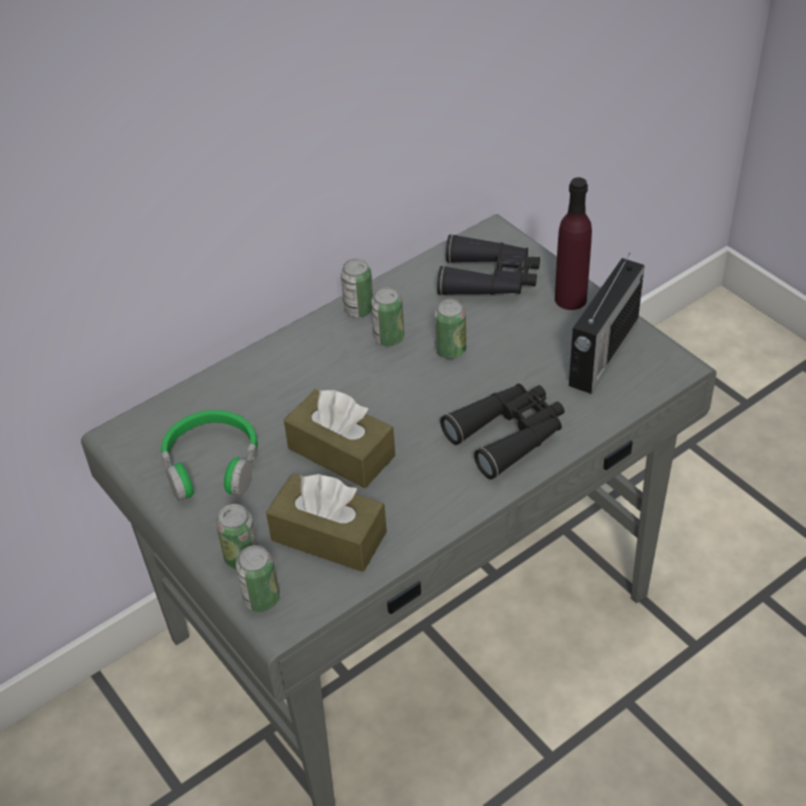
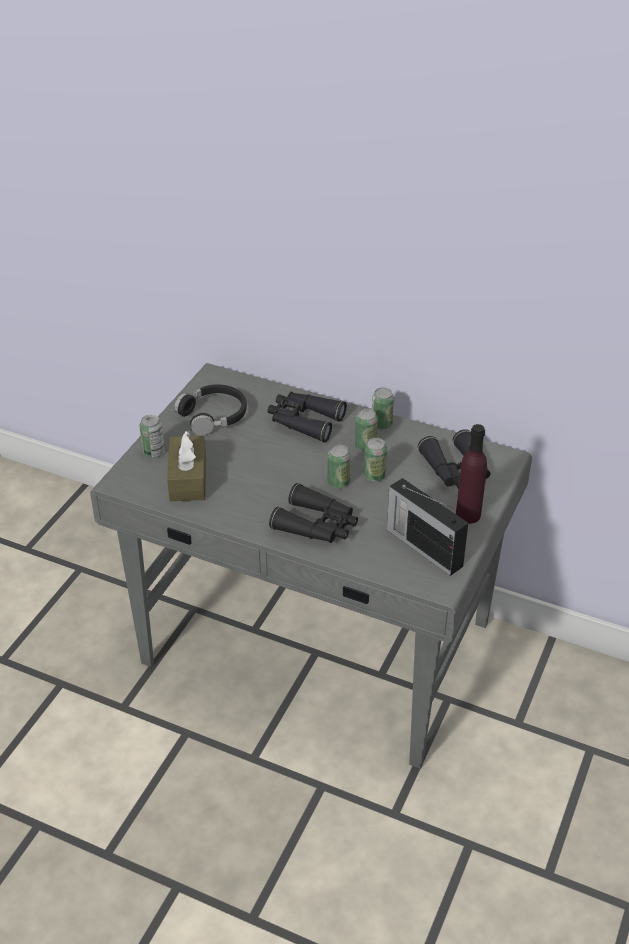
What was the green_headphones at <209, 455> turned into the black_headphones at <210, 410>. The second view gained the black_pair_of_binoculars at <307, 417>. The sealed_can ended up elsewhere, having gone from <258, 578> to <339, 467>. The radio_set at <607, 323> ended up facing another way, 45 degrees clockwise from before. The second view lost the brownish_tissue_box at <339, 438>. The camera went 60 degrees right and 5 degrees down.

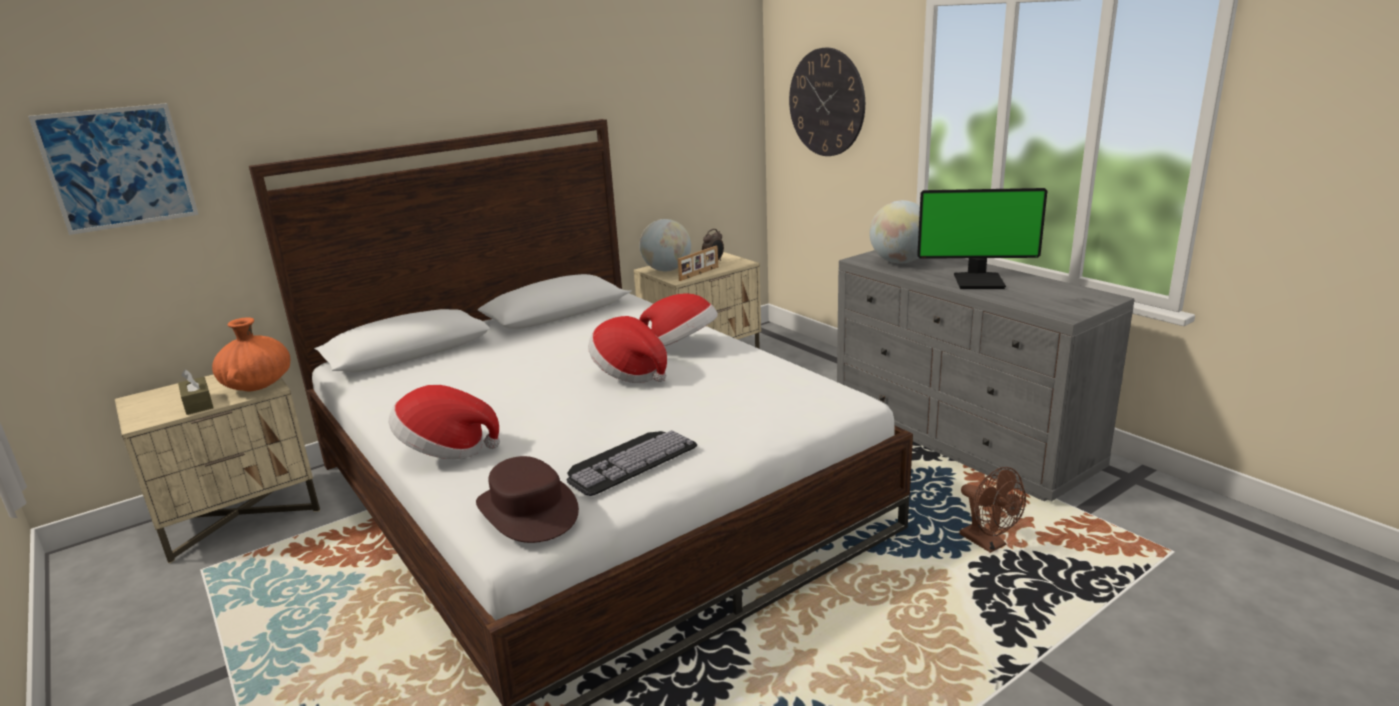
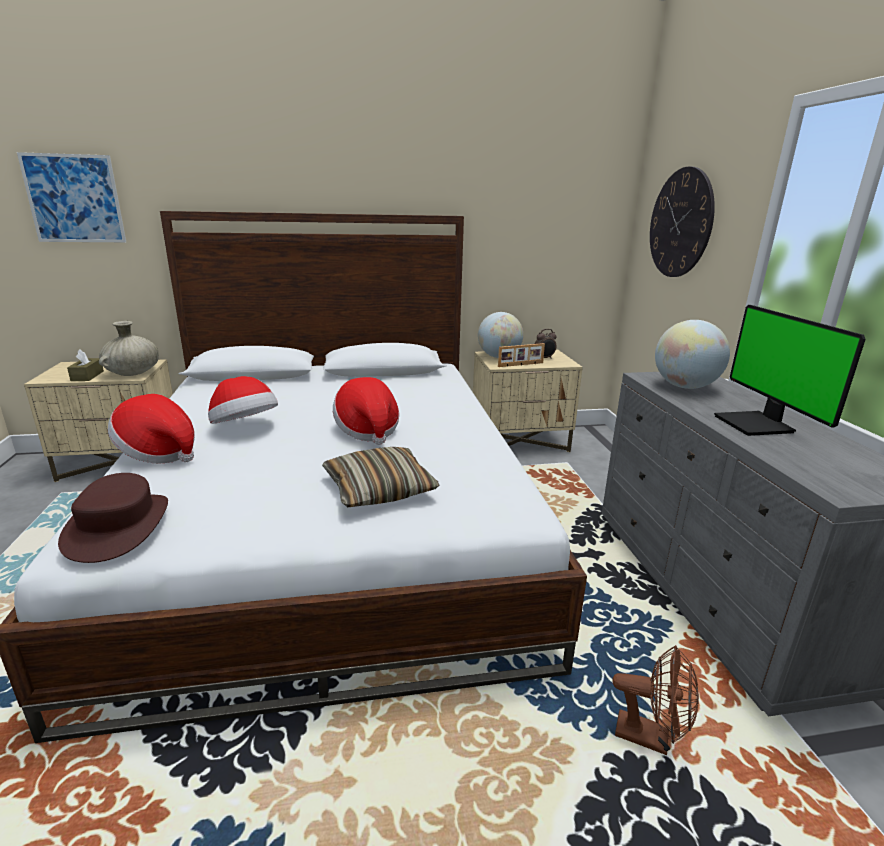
What was the orange_flower_vase at <251, 354> turned into the beige_flower_vase at <129, 348>. The clothing_hat ended up elsewhere, having gone from <678, 319> to <243, 400>. The second view gained the cushion at <380, 477>. The brownish_cooling_fan at <992, 510> ended up facing another way, 60 degrees counterclockwise from before. The computer_screen at <982, 238> ended up facing another way, 45 degrees clockwise from before. The second view lost the keyboard at <632, 463>. The camera went 25 degrees right and 0 degrees up.

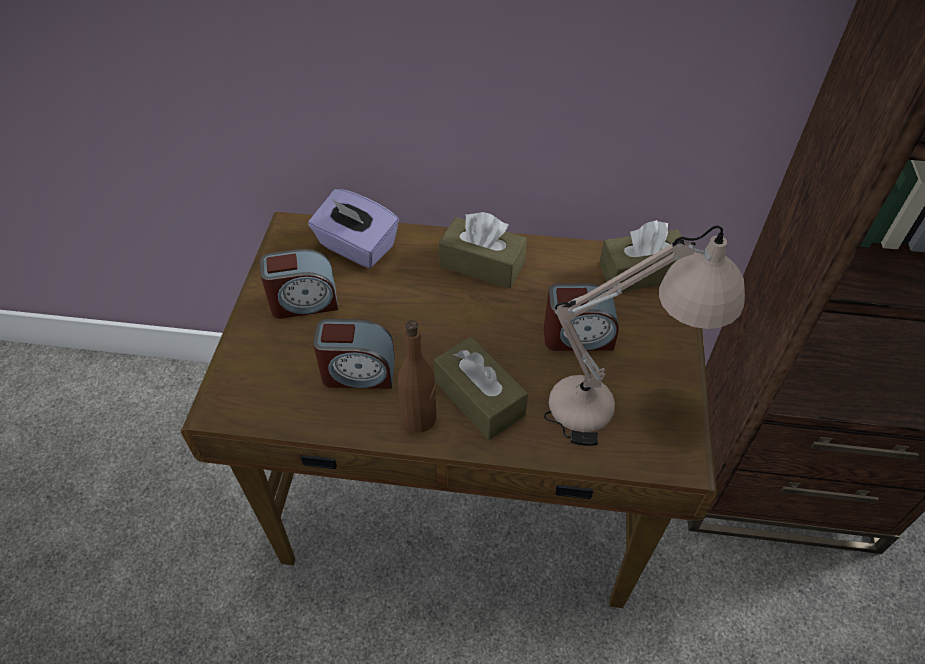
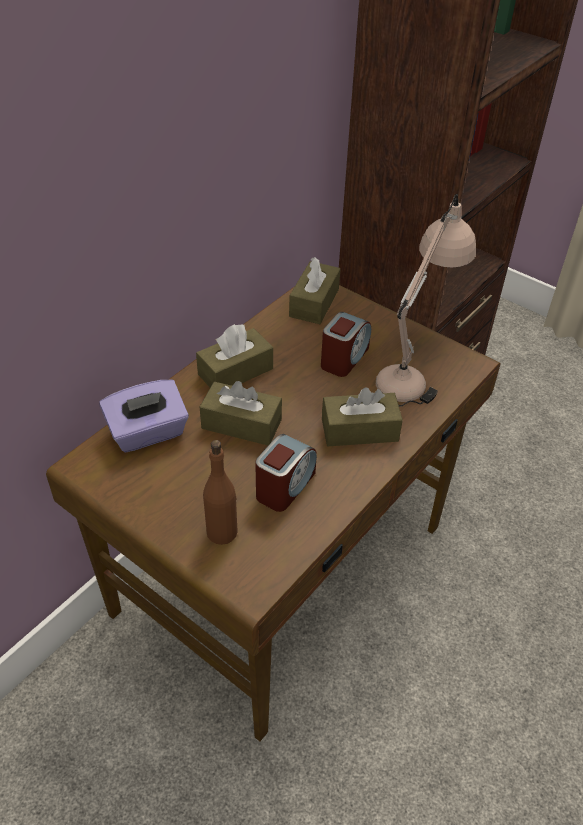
The second view gained the brownish_tissue_box at <241, 413>. The brownish_bottle ended up elsewhere, having gone from <417, 376> to <220, 492>. The second view lost the alarm_clock at <299, 284>. The camera went 60 degrees left and 5 degrees down.

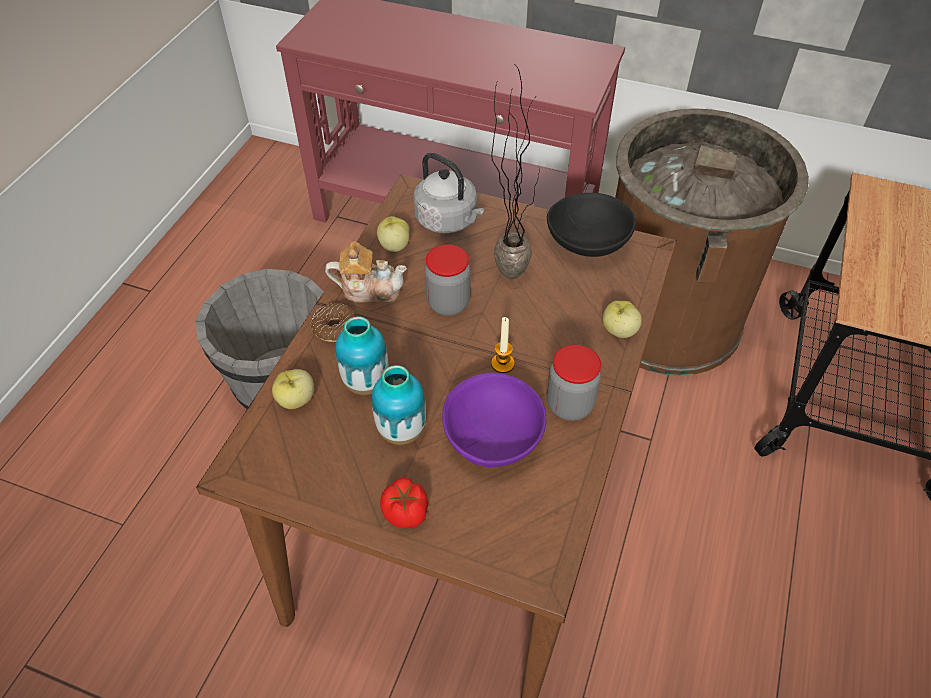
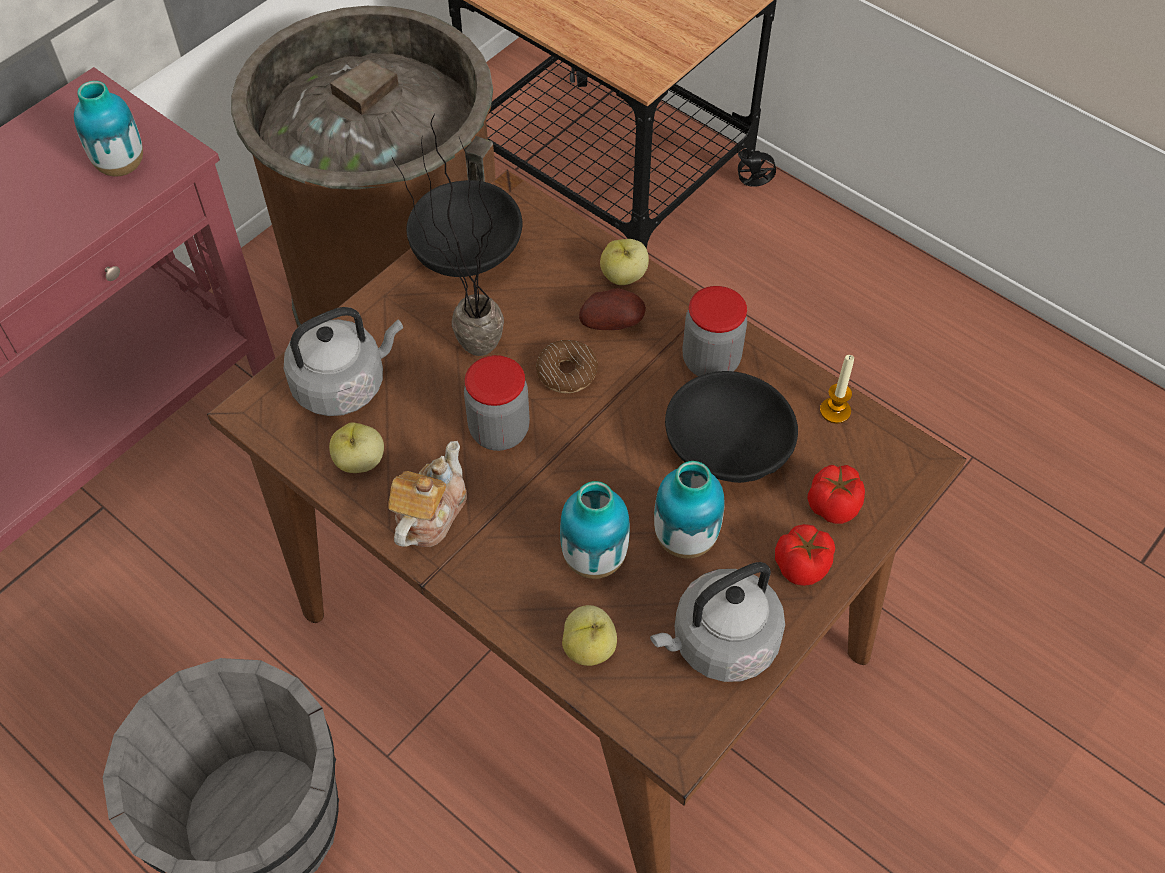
The second view gained the flower_vase at <108, 129>. The donut ended up elsewhere, having gone from <334, 322> to <567, 366>. The second view gained the spud at <612, 309>. The second view gained the gray_kettle at <717, 622>. What was the purple_bowl at <494, 419> turned into the black_bowl at <731, 427>. The second view gained the whole_tomato at <836, 494>. The wax_light ended up elsewhere, having gone from <503, 345> to <837, 389>. The camera went 70 degrees left and 5 degrees up.

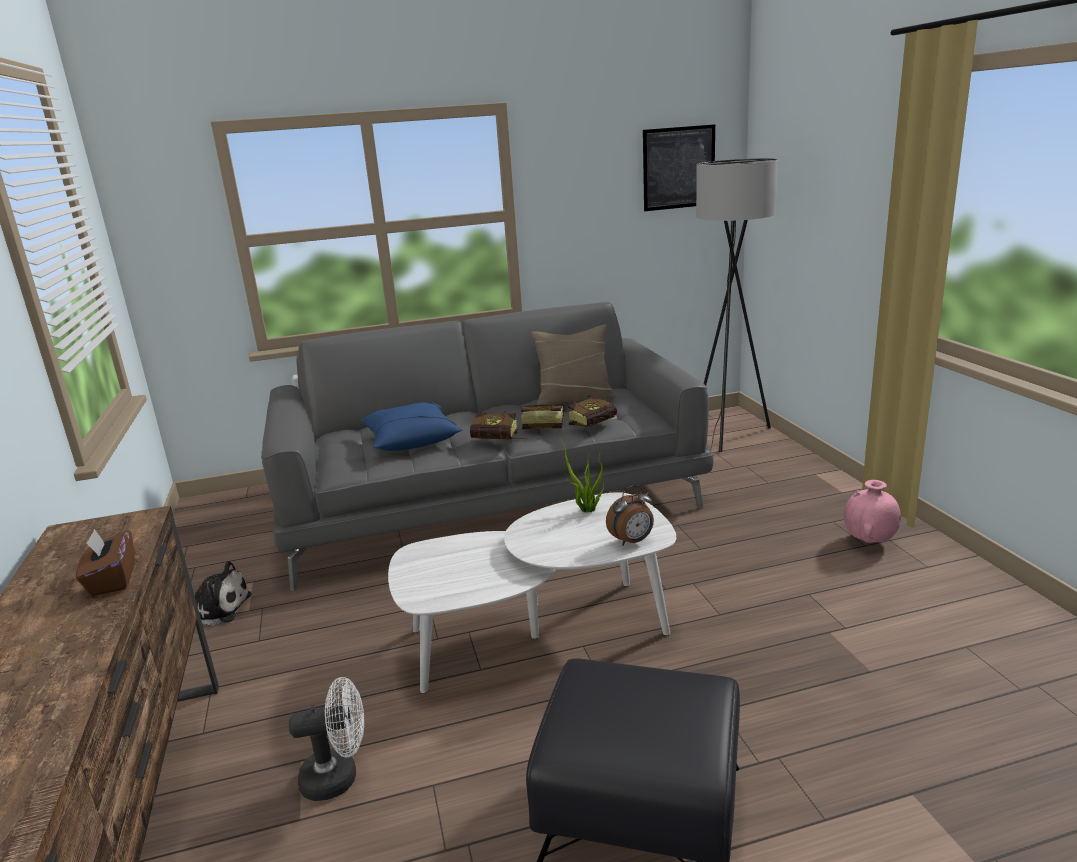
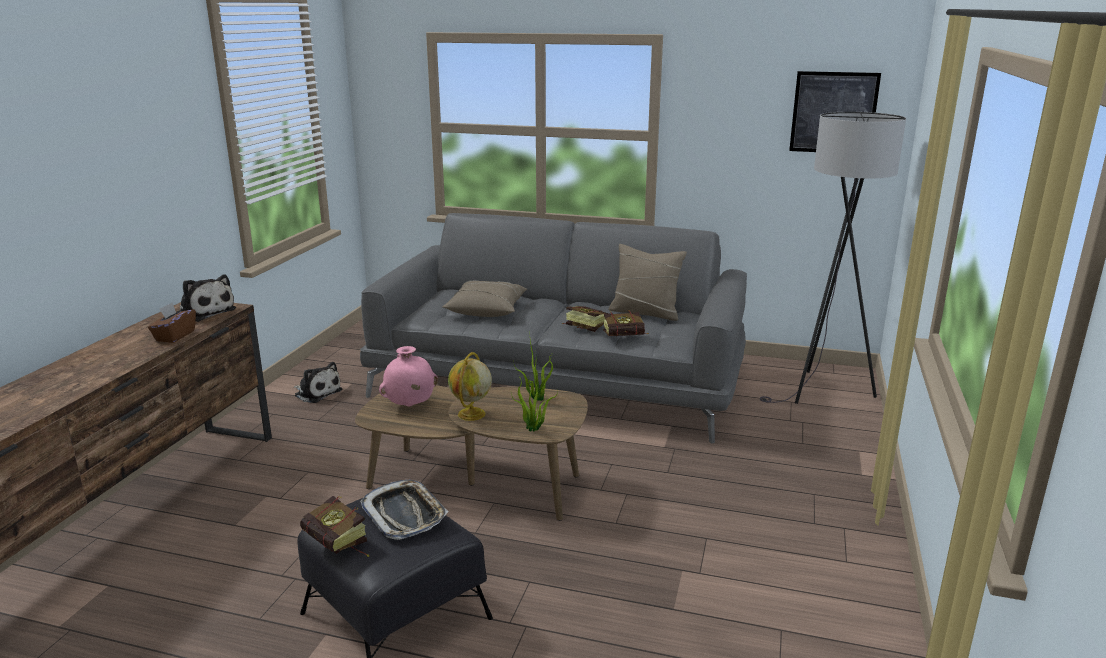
The second view gained the plush_toy at <206, 298>. The volume ended up elsewhere, having gone from <498, 424> to <334, 526>. What was the white_low_table at <532, 593> turned into the brownish_low_table at <471, 453>. The second view gained the tray at <404, 510>. The pinkish_flower_vase ended up elsewhere, having gone from <872, 511> to <408, 376>. What was the bluish_cushion at <411, 426> turned into the beige_cushion at <484, 298>. The second view gained the desk_globe at <470, 386>. Where the alarm_clock stood at <630, 515>, the plant_in_a_pot came to stand at <534, 402>. The second view lost the white_cooling_fan at <326, 739>. The camera went 30 degrees right and 0 degrees up.

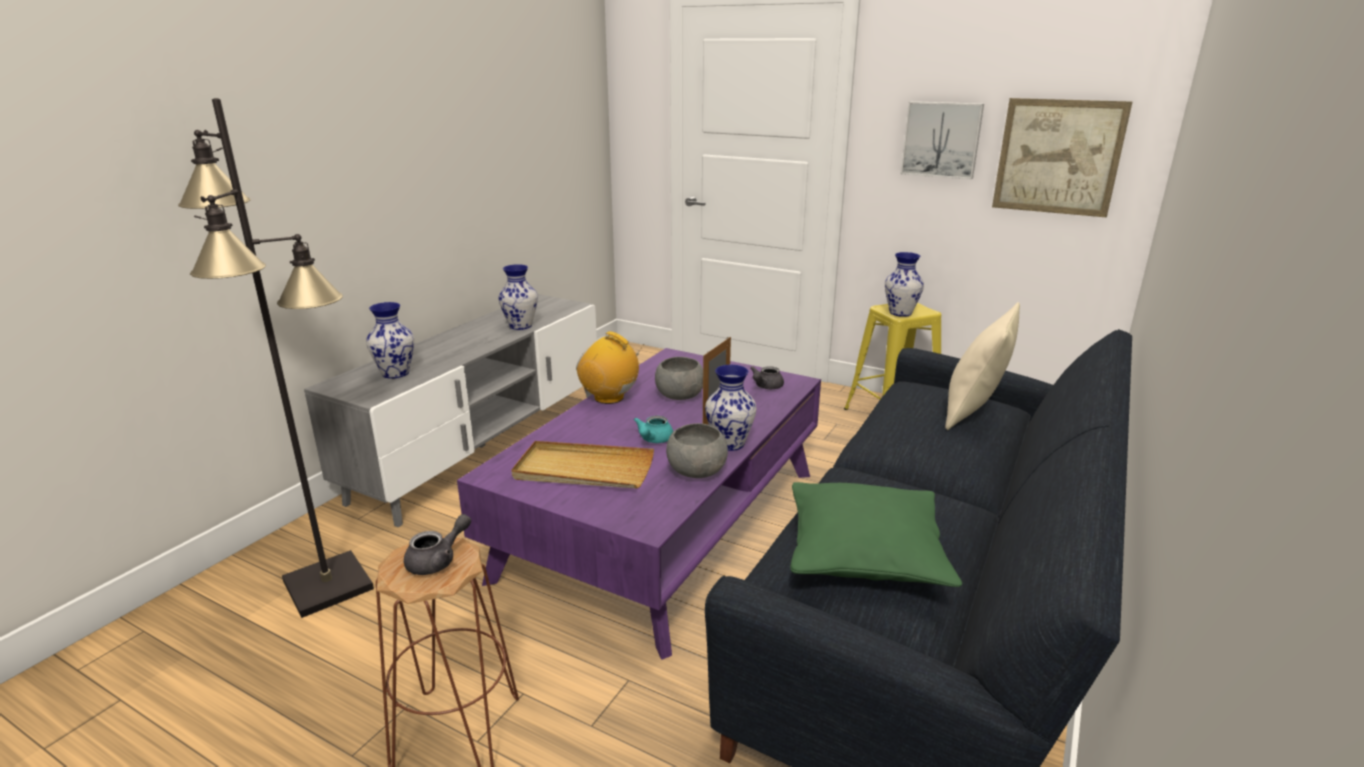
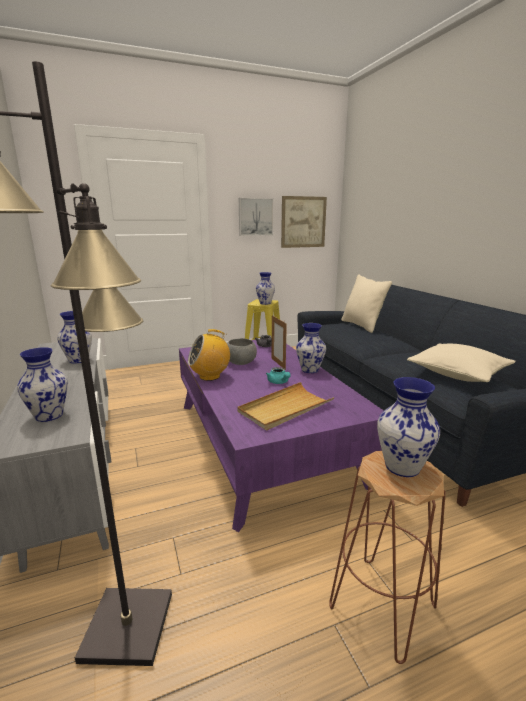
Where the gray_pot_for_tea stood at <437, 544>, the flower_vase came to stand at <408, 427>. What was the green_cushion at <876, 534> turned into the beige_cushion at <461, 362>. The second view lost the gray_bowl at <697, 450>. The camera went 50 degrees left and 5 degrees down.

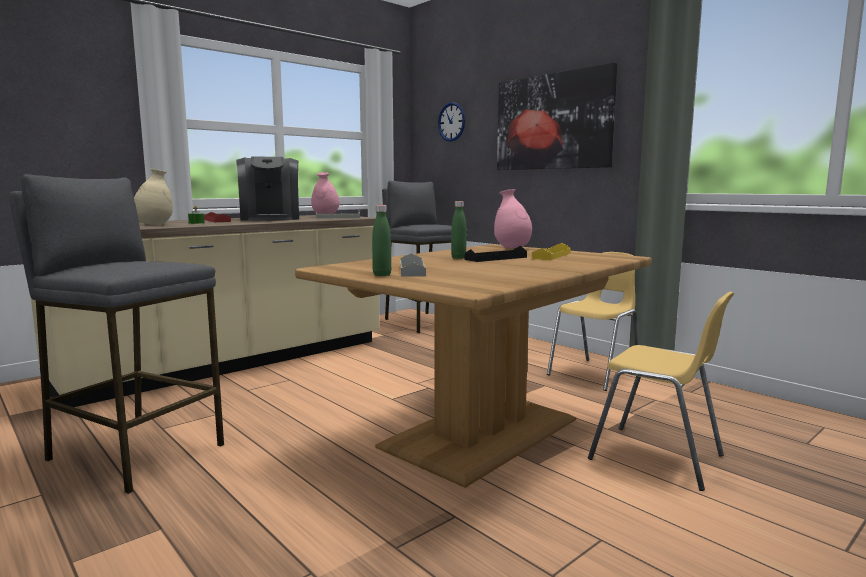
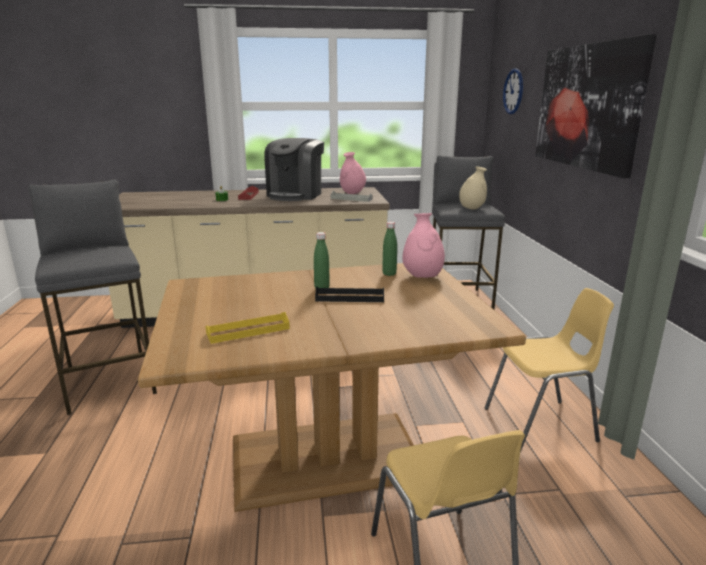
The yellowish_tray ended up elsewhere, having gone from <551, 251> to <247, 328>. The green_bottle ended up elsewhere, having gone from <381, 240> to <389, 249>. The beige_flower_vase ended up elsewhere, having gone from <153, 197> to <473, 188>. The second view lost the gray_tray at <413, 265>. The camera went 35 degrees right and 10 degrees up.

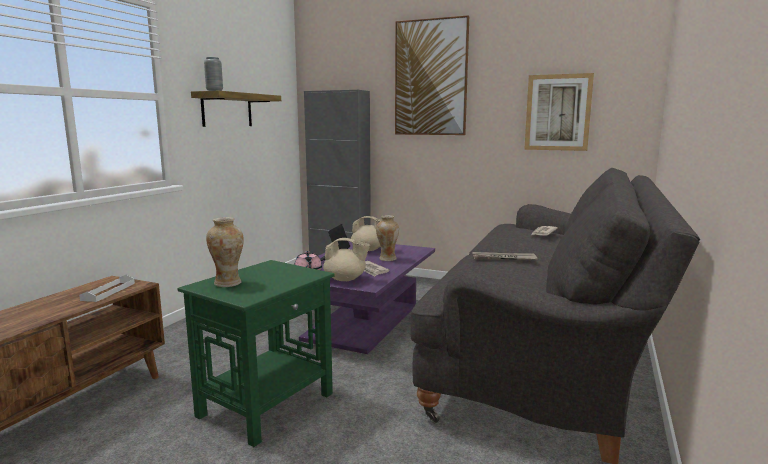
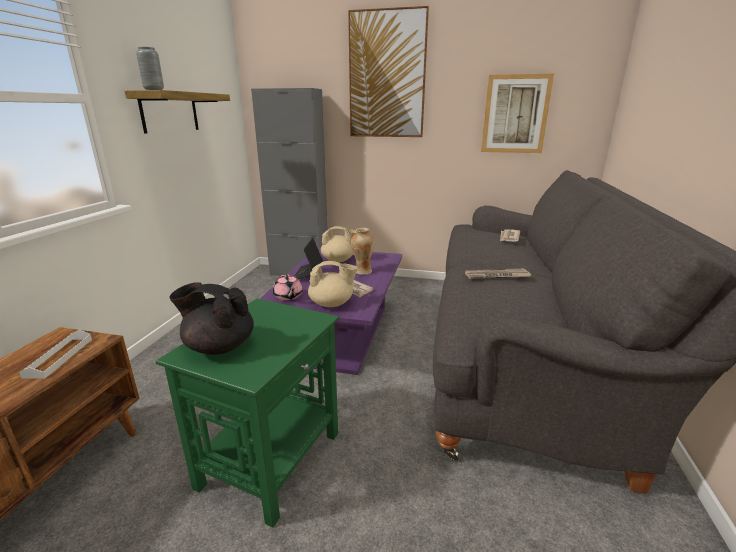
Where the flower_vase stood at <225, 252>, the black_pot_for_tea came to stand at <212, 318>. The camera went 10 degrees left and 10 degrees up.

